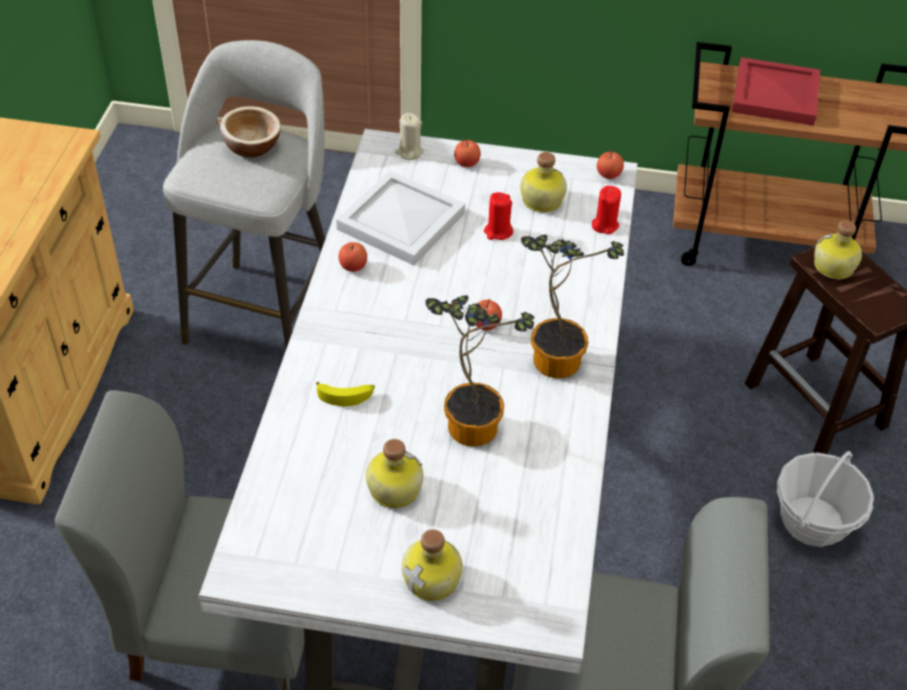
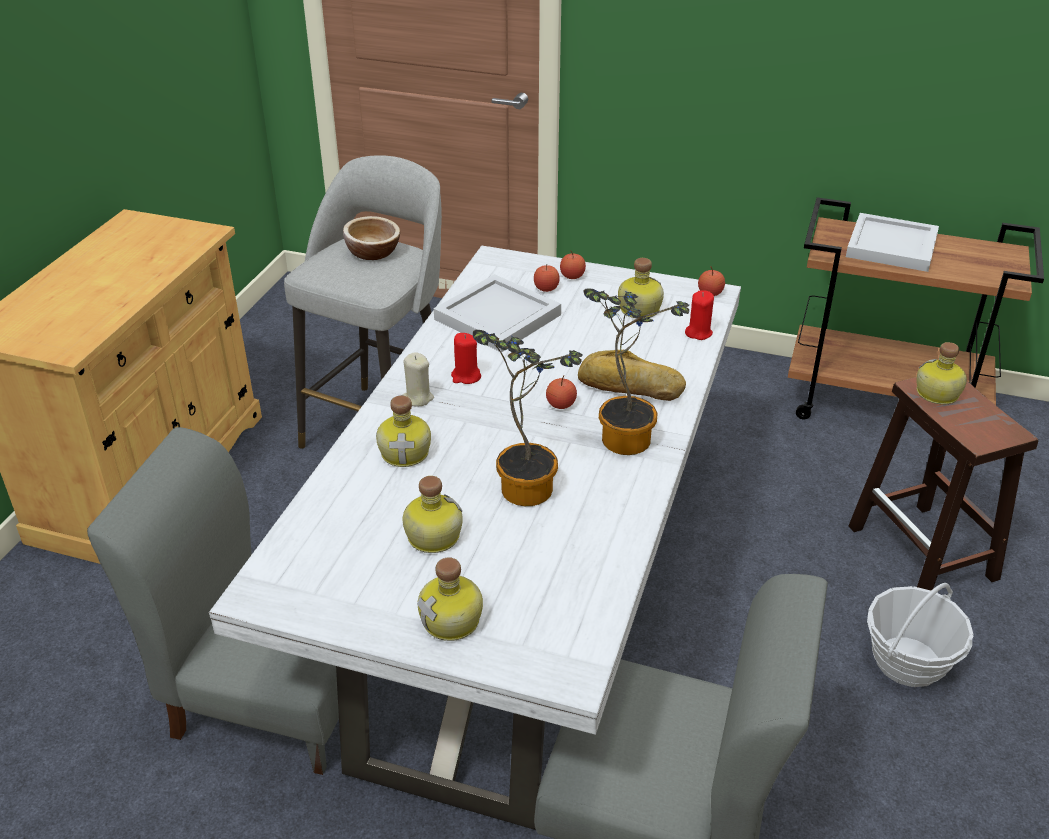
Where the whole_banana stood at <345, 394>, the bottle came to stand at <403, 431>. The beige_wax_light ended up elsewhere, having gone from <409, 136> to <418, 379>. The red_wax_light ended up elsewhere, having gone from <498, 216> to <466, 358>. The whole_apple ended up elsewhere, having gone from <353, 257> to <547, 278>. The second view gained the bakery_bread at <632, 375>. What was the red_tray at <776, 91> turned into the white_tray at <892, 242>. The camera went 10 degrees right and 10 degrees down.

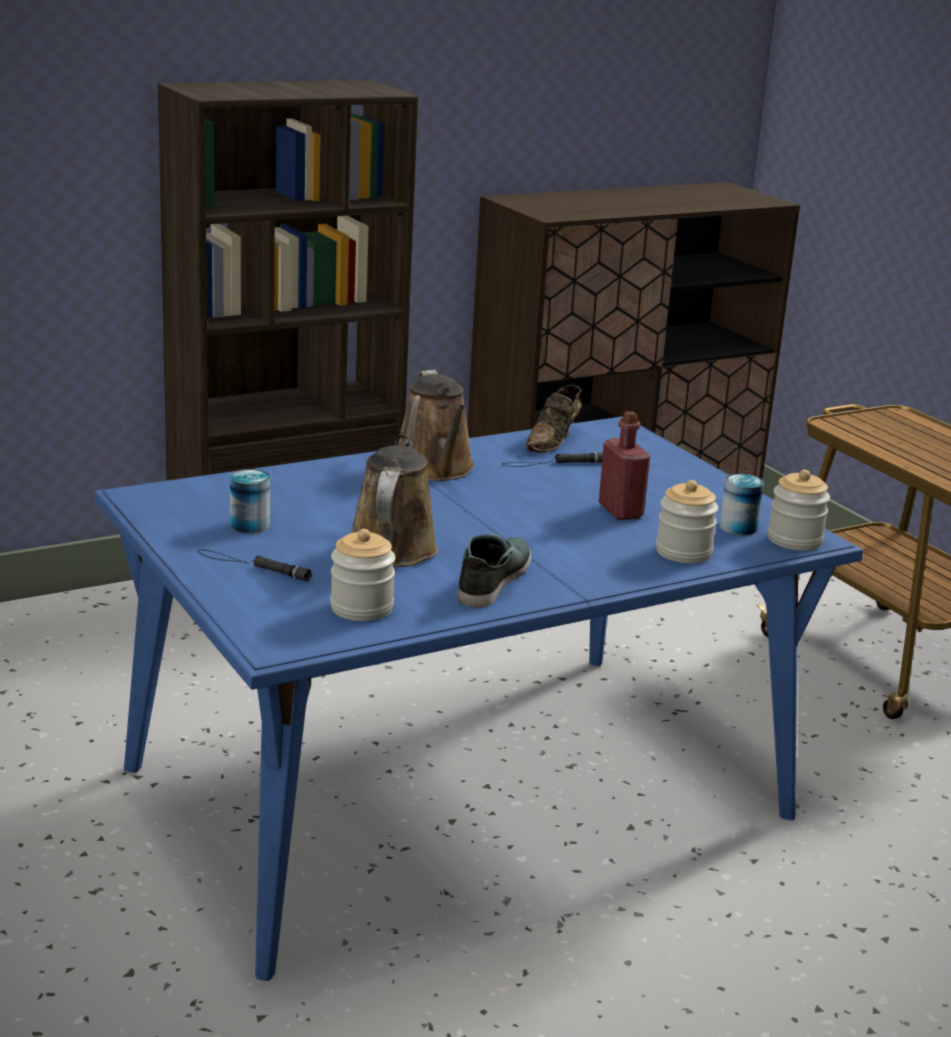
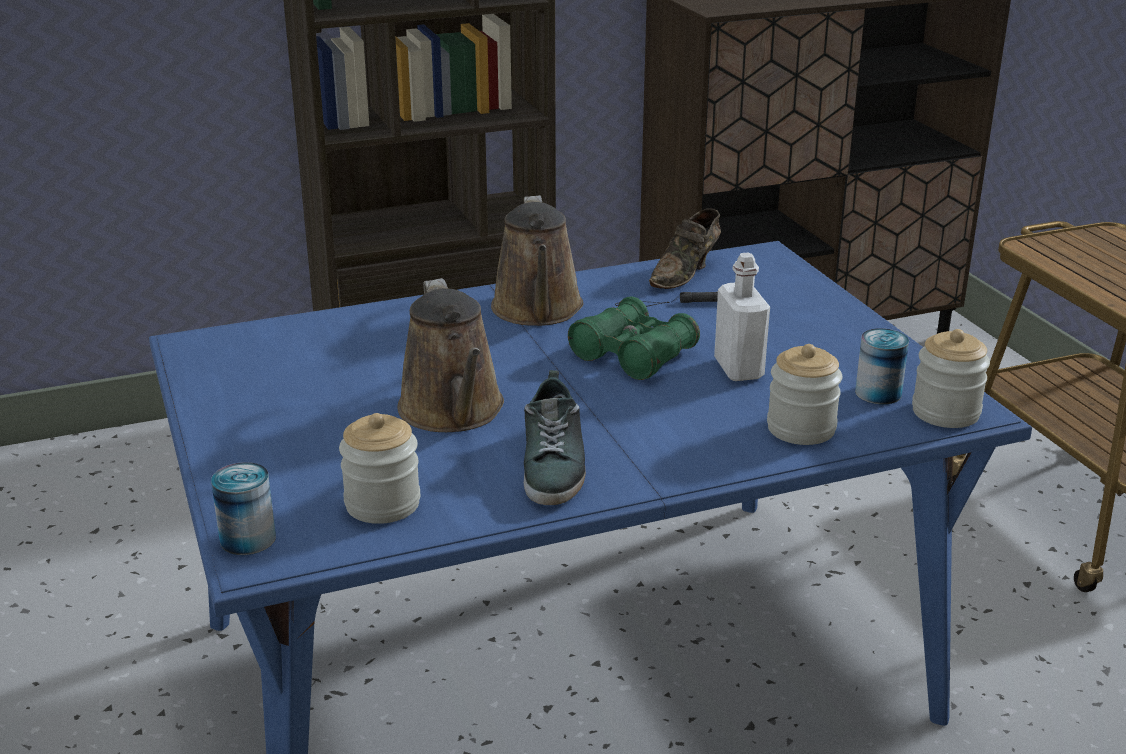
The sealed_can ended up elsewhere, having gone from <250, 501> to <243, 508>. The brownish_sprinkling_can at <394, 481> ended up facing another way, 150 degrees clockwise from before. The shoe at <494, 571> ended up facing another way, 150 degrees clockwise from before. The second view gained the green_pair_of_binoculars at <634, 338>. What was the red_bottle at <624, 465> turned into the white_bottle at <742, 317>. The second view lost the black_hand_torch at <255, 565>. The camera went 10 degrees right and 5 degrees up.

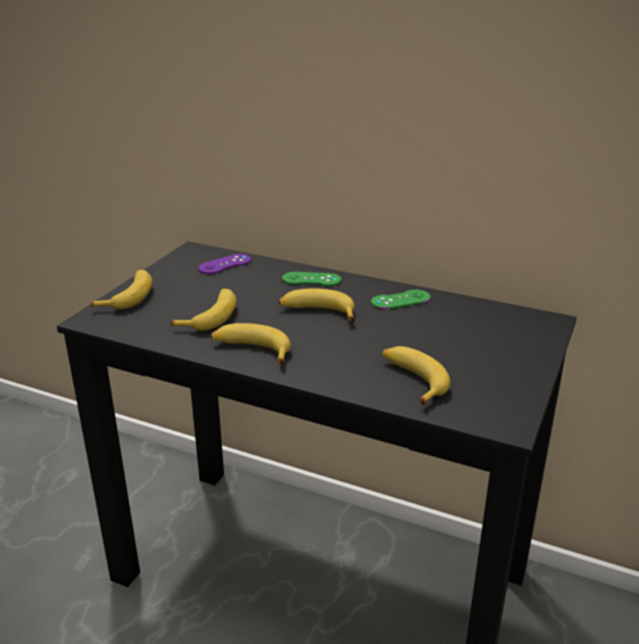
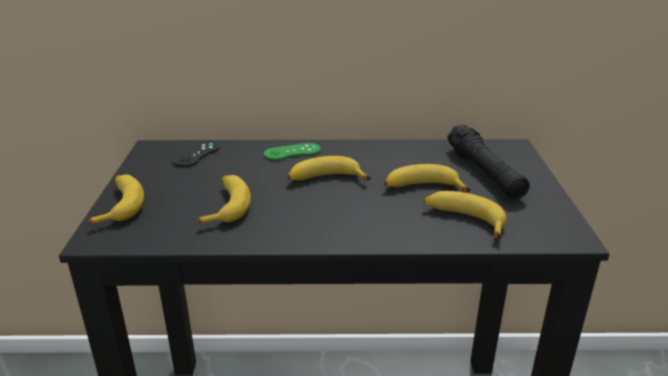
What was the purple_joypad at <224, 264> turned into the black_joypad at <196, 154>. The whole_banana ended up elsewhere, having gone from <251, 343> to <427, 178>. The second view gained the black_hand_torch at <488, 162>. The second view lost the green_joypad at <401, 299>. The camera went 25 degrees left and 0 degrees up.

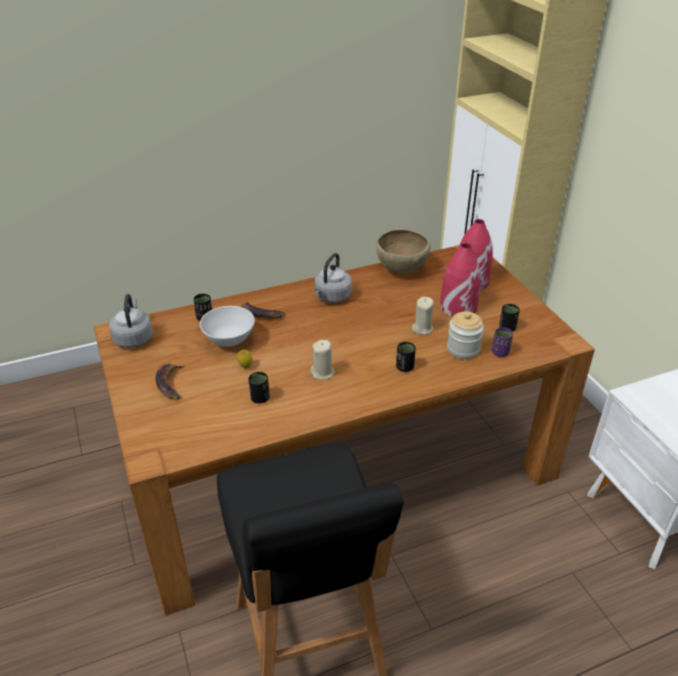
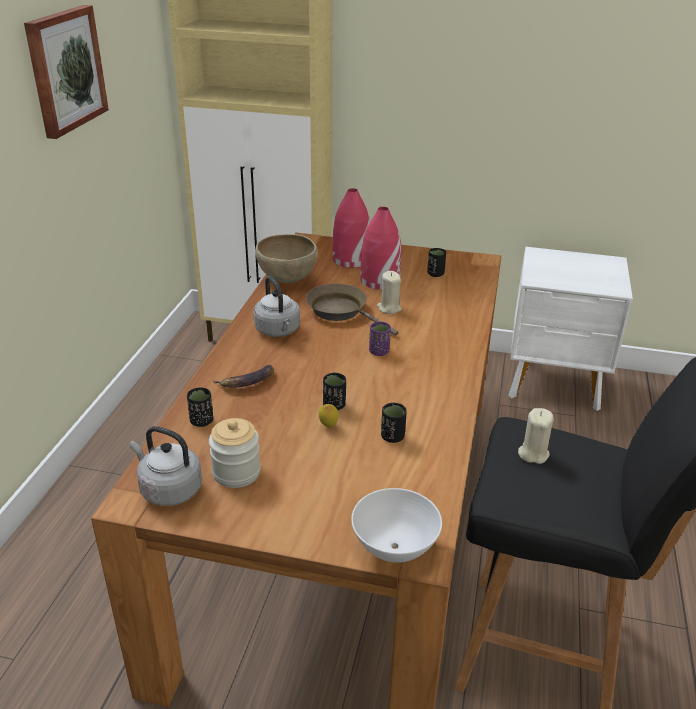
The second view gained the wall_art at <66, 72>. The storage_jar ended up elsewhere, having gone from <465, 335> to <235, 453>. The second view gained the brownish_frying_pan at <352, 310>. The black_small_cup ended up elsewhere, having gone from <406, 357> to <334, 391>. The white_bowl ended up elsewhere, having gone from <227, 326> to <396, 525>. The purple_small_cup ended up elsewhere, having gone from <502, 342> to <380, 339>. The beige_wax_light ended up elsewhere, having gone from <323, 360> to <535, 436>. The second view lost the whole_banana at <170, 382>. The camera went 55 degrees left and 5 degrees down.

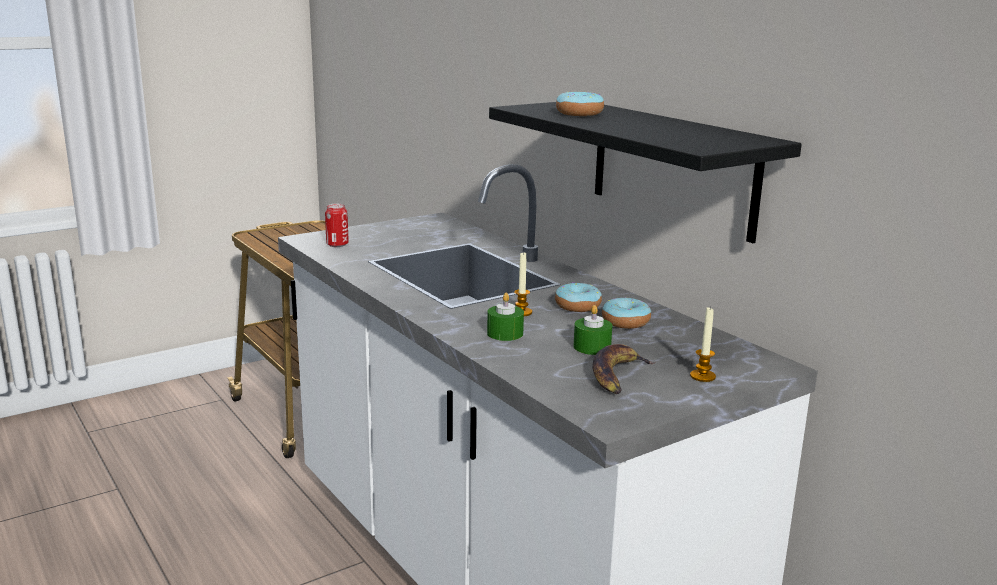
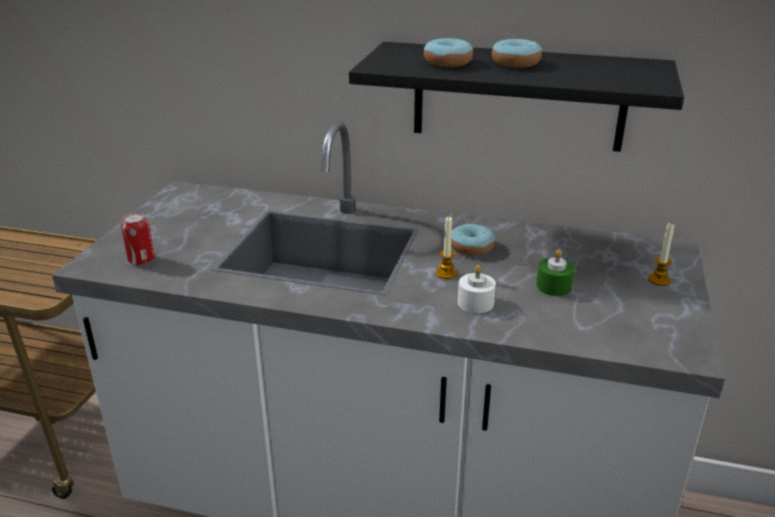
What was the green_wax_light at <505, 317> turned into the white_wax_light at <477, 289>. The donut ended up elsewhere, having gone from <626, 313> to <517, 53>. The second view lost the whole_banana at <624, 369>. The camera went 40 degrees left and 10 degrees up.

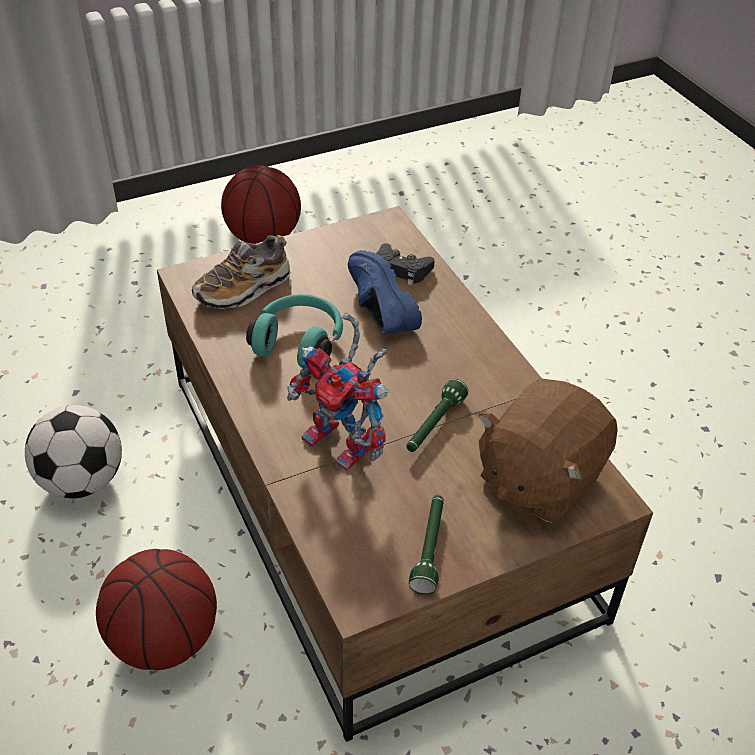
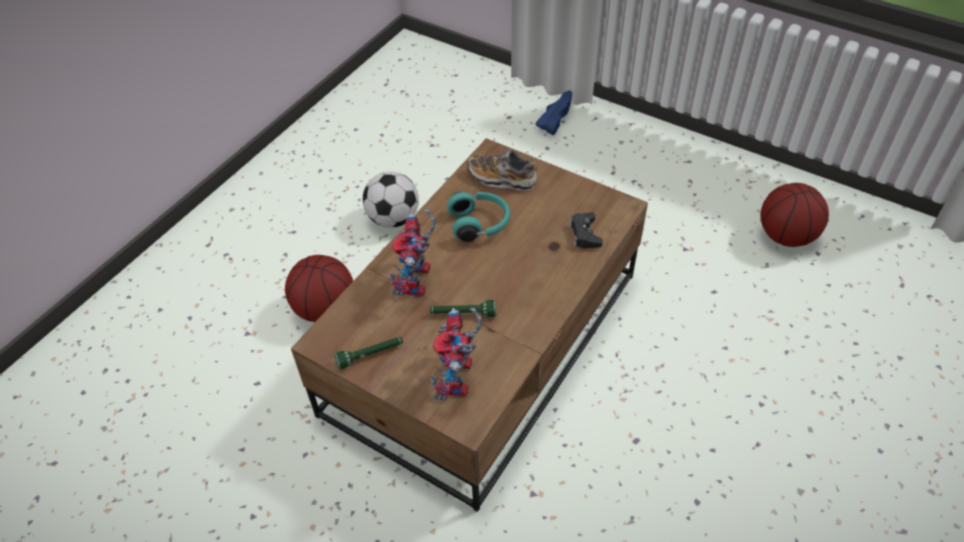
Where the brownish_plush_toy stood at <548, 451>, the robot_figure came to stand at <456, 354>. The bluish_shoe ended up elsewhere, having gone from <385, 292> to <553, 112>. The basketball ended up elsewhere, having gone from <261, 205> to <794, 215>. The camera went 60 degrees right and 5 degrees up.

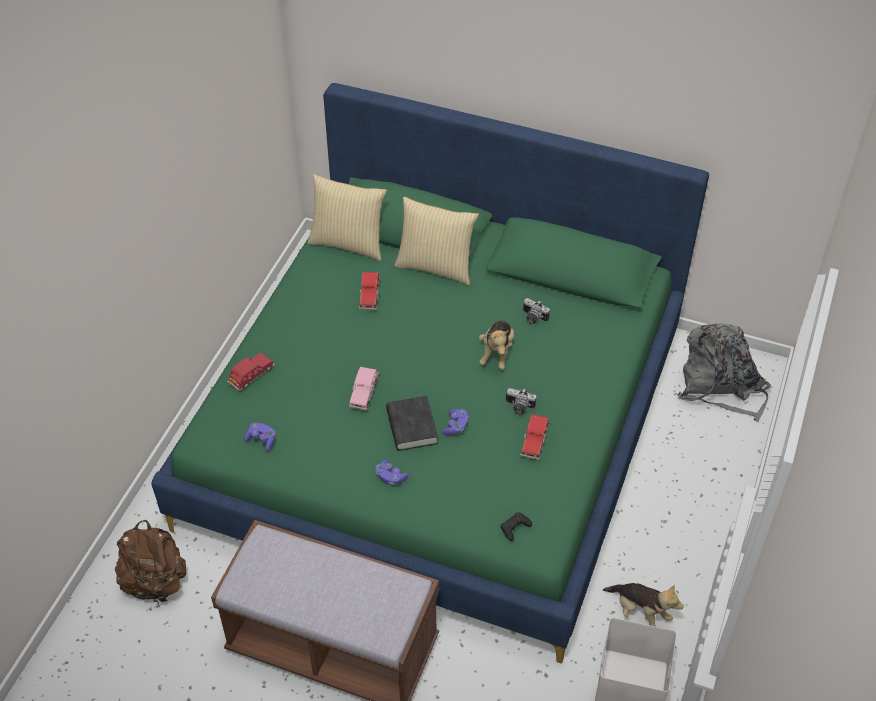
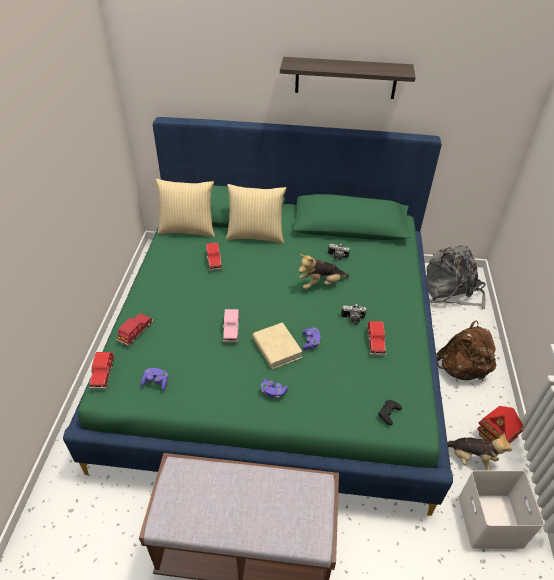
The second view gained the red_model_car at <102, 370>. What was the black_volume at <412, 423> turned into the beige_volume at <277, 345>. The second view gained the wall_shelf at <348, 78>. The plush_toy at <496, 345> ended up facing another way, 75 degrees clockwise from before. The brownish_knapsack ended up elsewhere, having gone from <150, 562> to <466, 351>. The second view gained the model_house at <500, 425>. The camera went 15 degrees left and 5 degrees down.

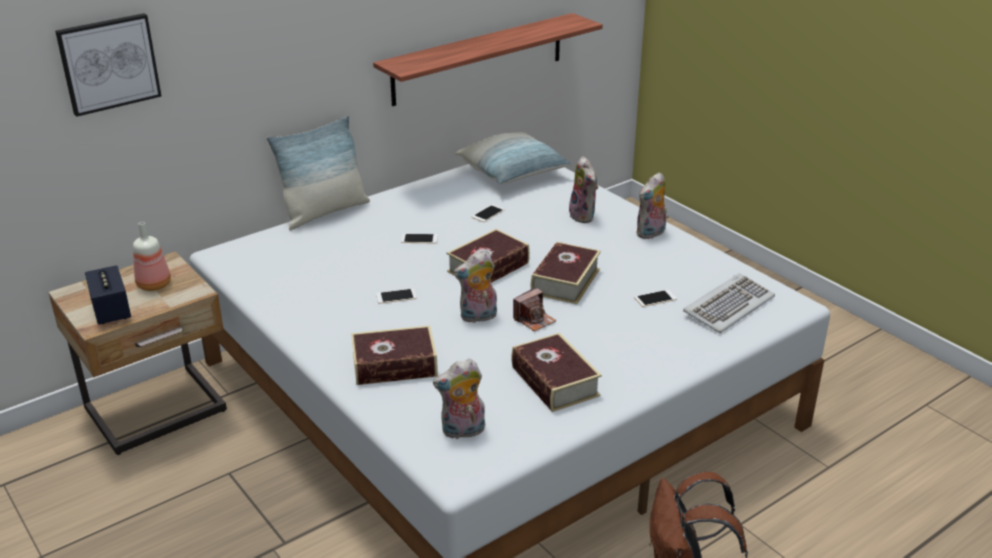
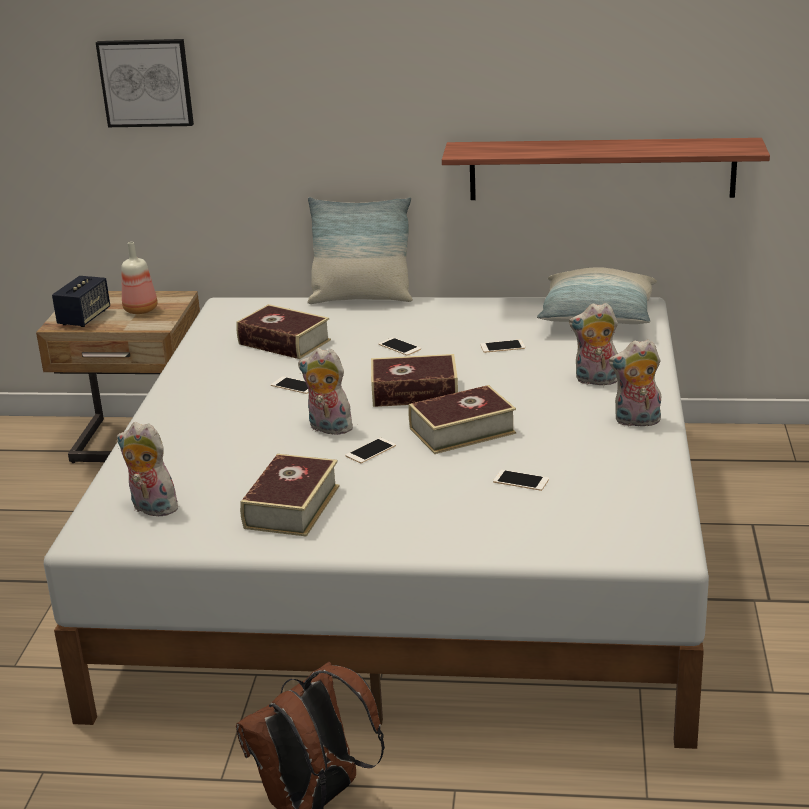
The volume ended up elsewhere, having gone from <394, 355> to <283, 331>. Where the still_camera stood at <534, 309>, the phone came to stand at <371, 450>. The plush_toy at <583, 189> ended up facing another way, 75 degrees clockwise from before. The second view lost the keyboard at <729, 303>. The camera went 45 degrees right and 5 degrees down.

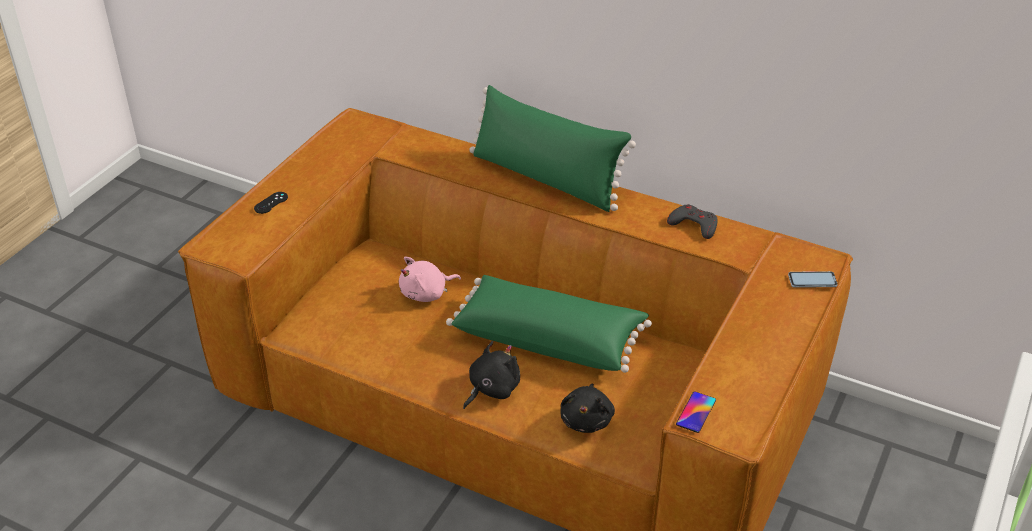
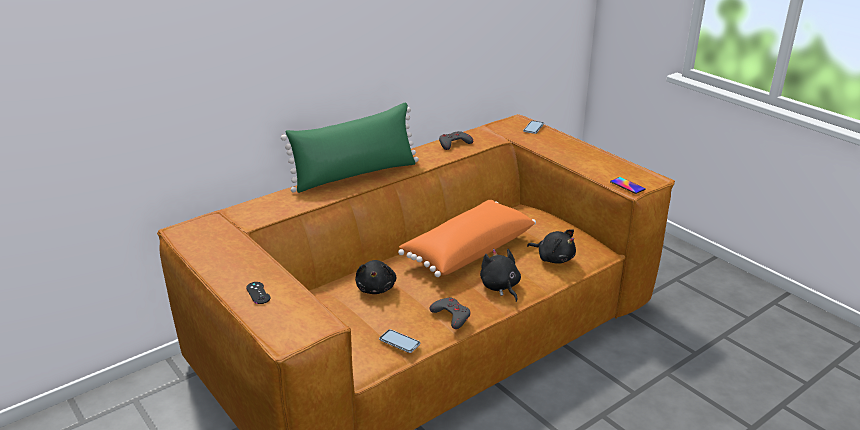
What was the pinkish_plush_toy at <430, 279> turned into the black_plush_toy at <376, 277>. The second view gained the phone at <399, 341>. What was the green_cushion at <549, 324> turned into the orange_cushion at <467, 238>. The second view gained the gray_joypad at <449, 313>. The camera went 65 degrees left and 10 degrees down.

